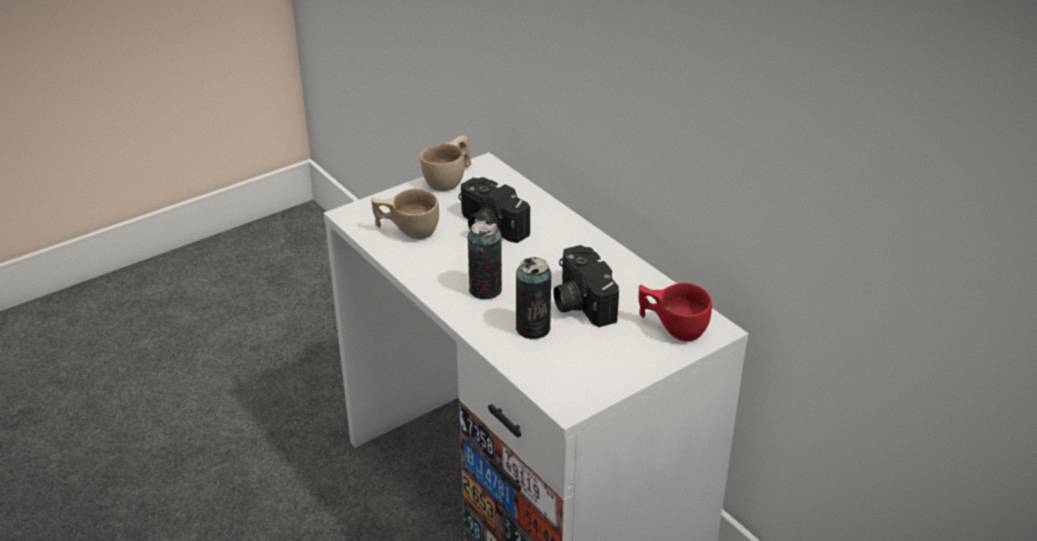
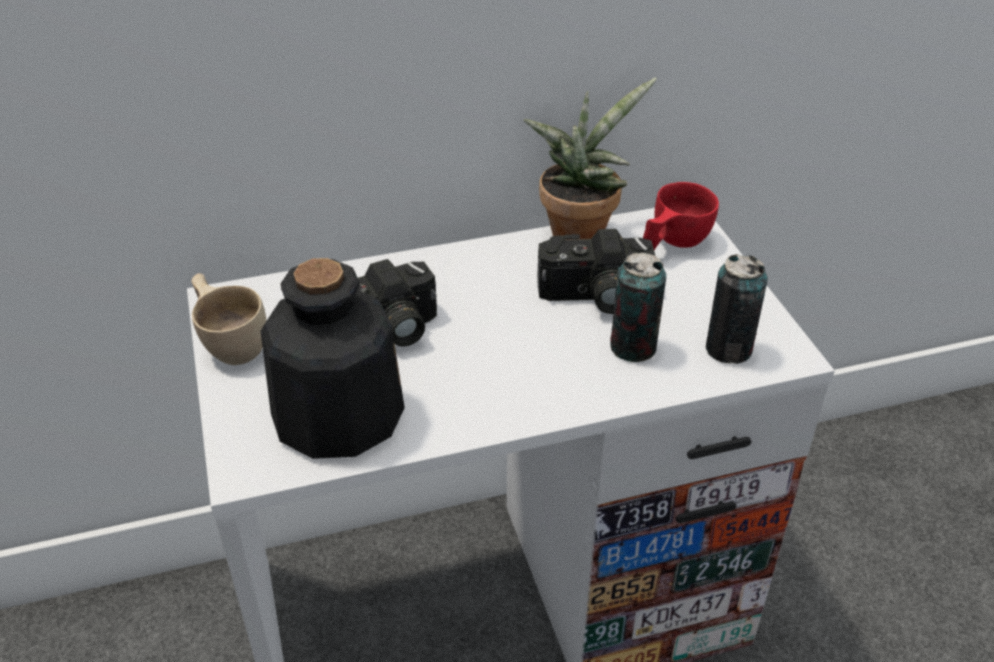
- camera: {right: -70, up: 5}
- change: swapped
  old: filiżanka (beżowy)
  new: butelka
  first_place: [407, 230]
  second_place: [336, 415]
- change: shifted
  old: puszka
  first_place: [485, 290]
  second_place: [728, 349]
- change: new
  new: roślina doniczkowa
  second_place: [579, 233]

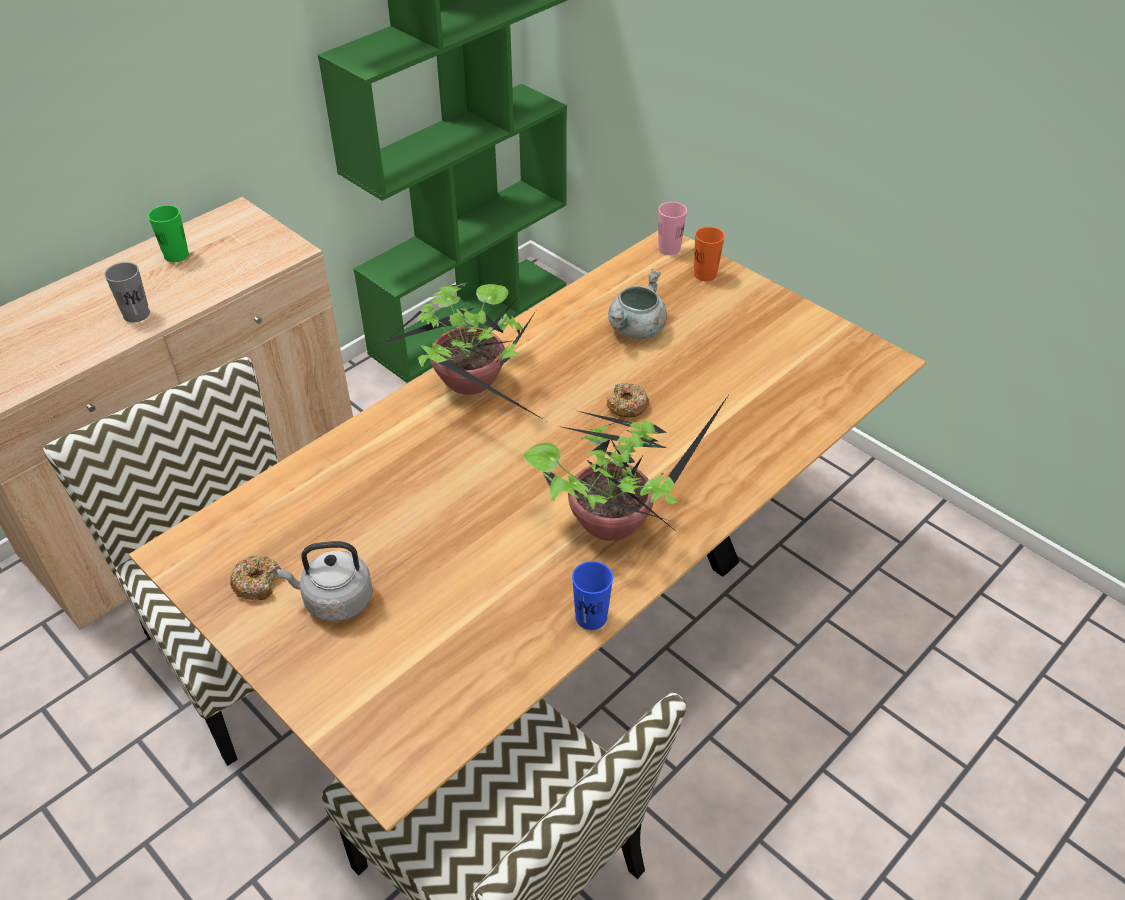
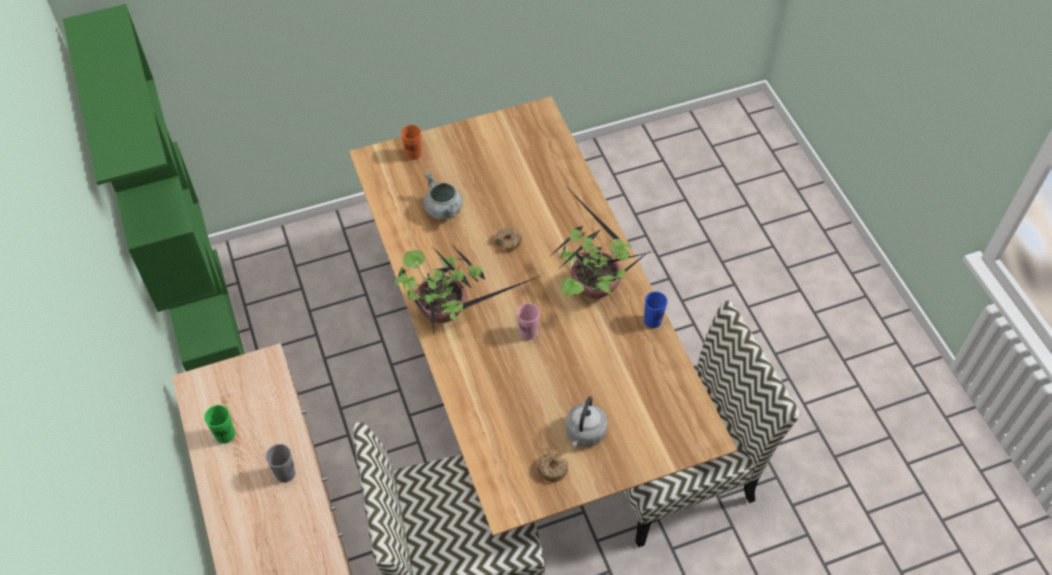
- camera: {right: -65, up: 10}
- change: shifted
  old: filiżanka (różowy)
  first_place: [669, 249]
  second_place: [528, 332]

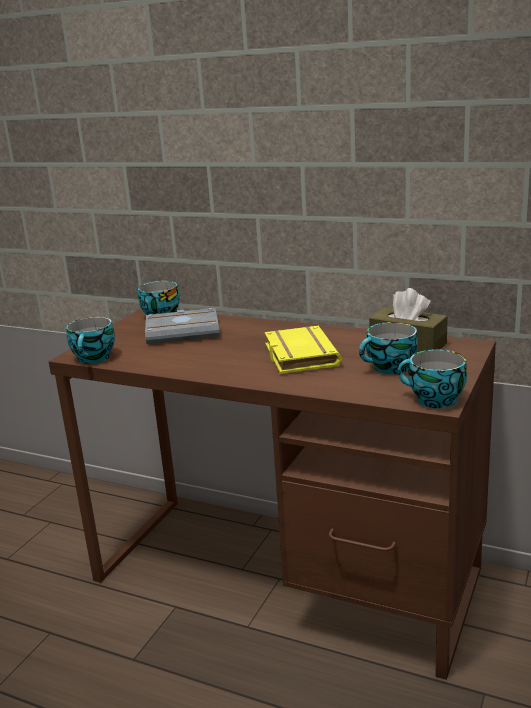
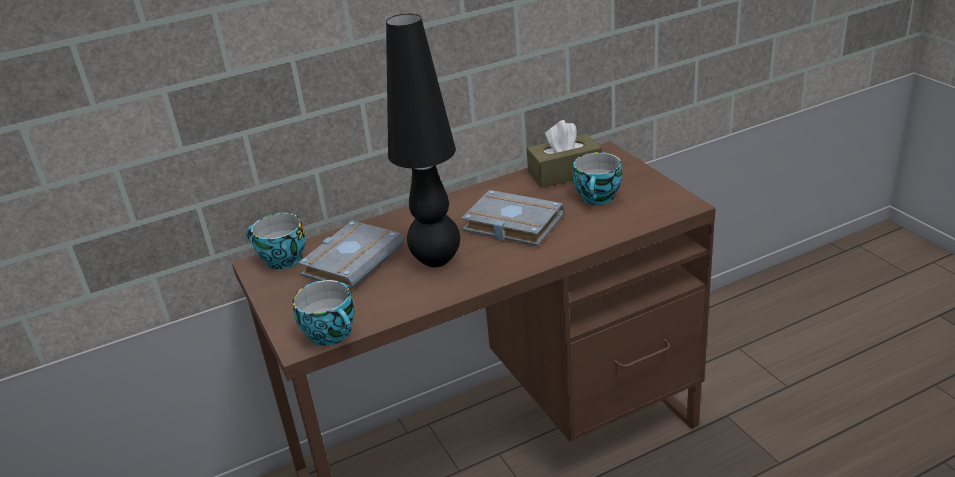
- camera: {right: -50, up: 10}
- change: repainted
  old: książka (żółty)
  new: książka (szary)
  first_place: [298, 356]
  second_place: [510, 225]
- change: gone
  old: filiżanka
  first_place: [433, 400]
- change: new
  new: lampa stołowa (czarny)
  second_place: [436, 260]

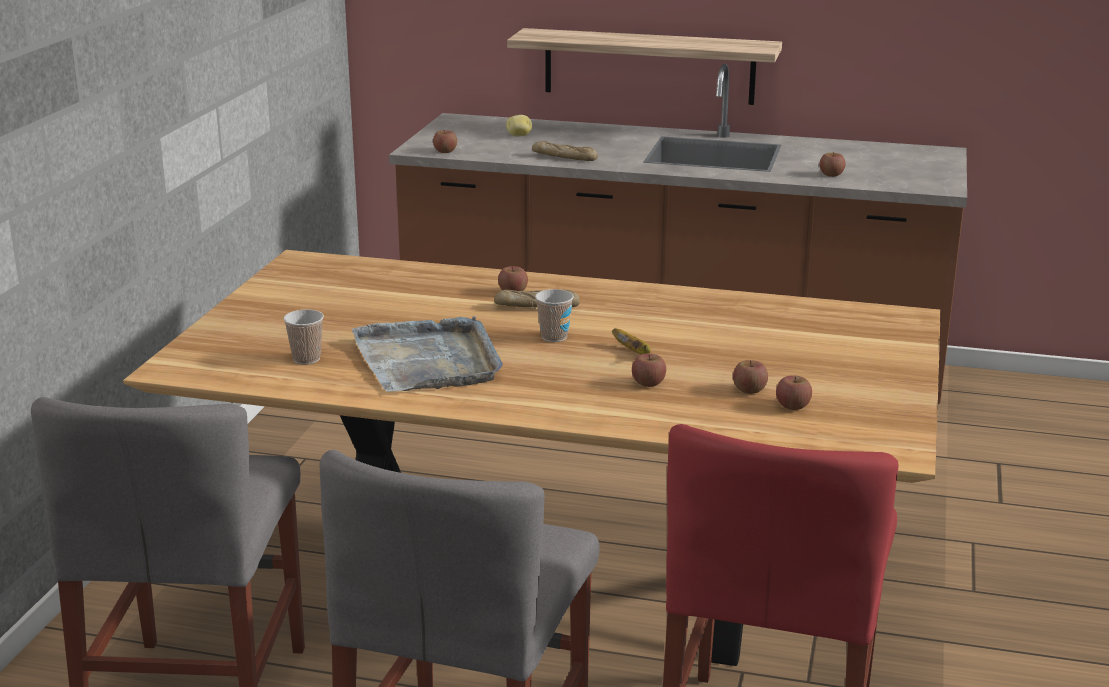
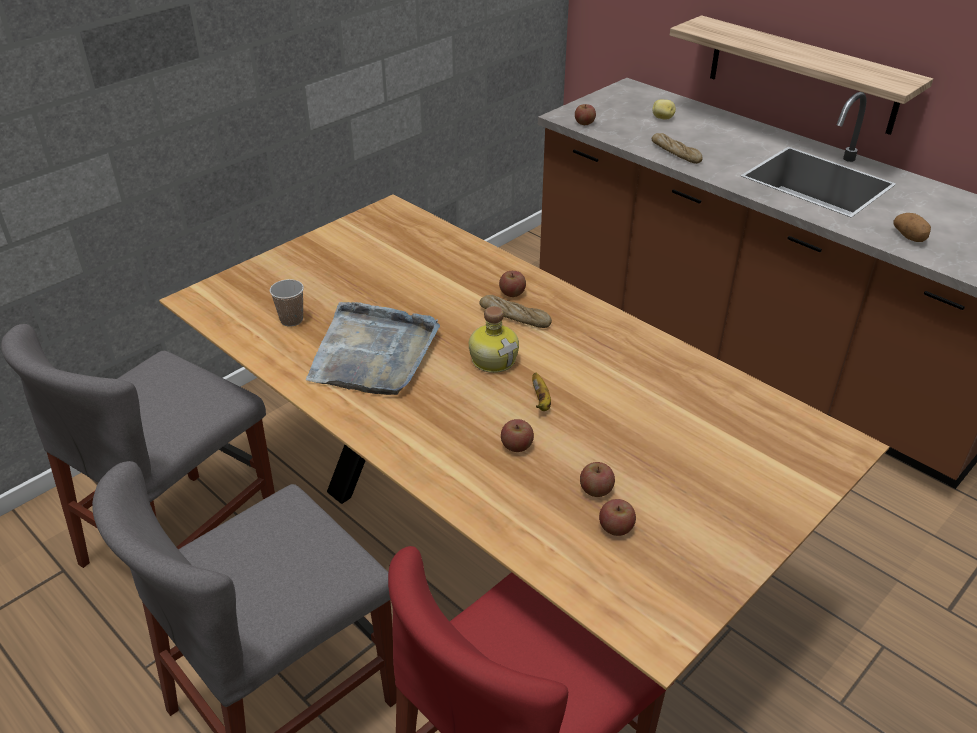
- camera: {right: 30, up: 15}
- change: swapped
  old: jabłko
  new: ziemniak
  first_place: [831, 174]
  second_place: [910, 237]
- change: swapped
  old: filiżanka
  new: butelka
  first_place: [554, 337]
  second_place: [494, 359]

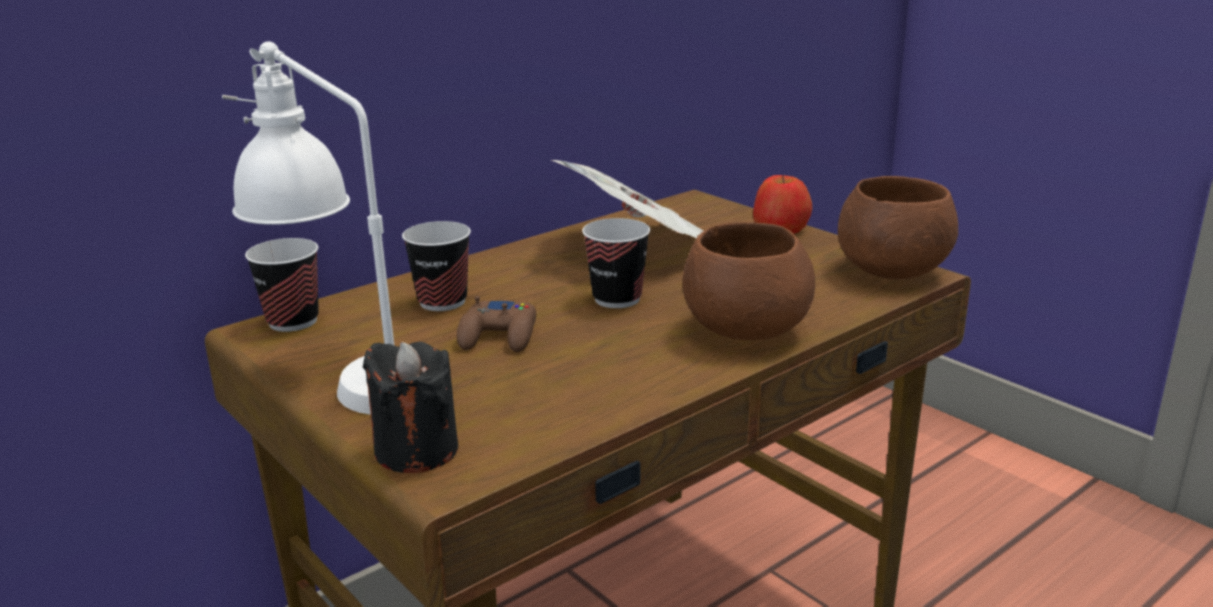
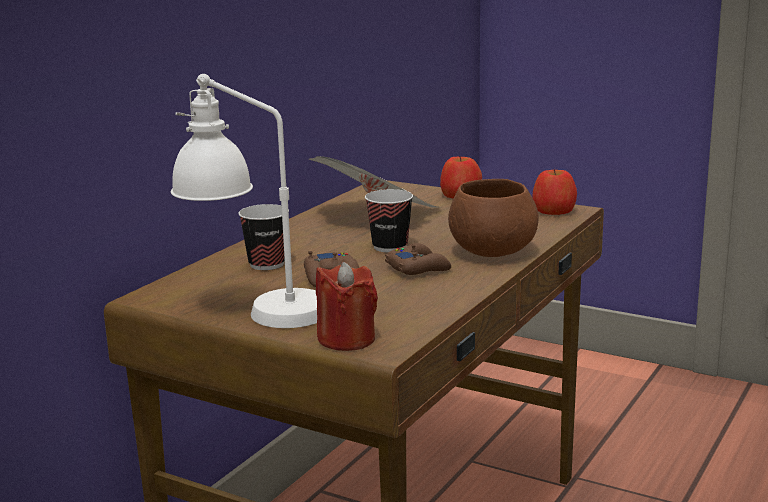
- camera: {right: -20, up: -5}
- change: swapped
  old: miska (brązowy)
  new: jabłko
  first_place: [891, 272]
  second_place: [554, 211]
- change: gone
  old: filiżanka
  first_place: [293, 321]
- change: repainted
  old: świeca (czarny)
  new: świeca (czerwony)
  first_place: [416, 450]
  second_place: [346, 339]
- change: new
  new: pad do gier (brązowy)
  second_place: [418, 268]

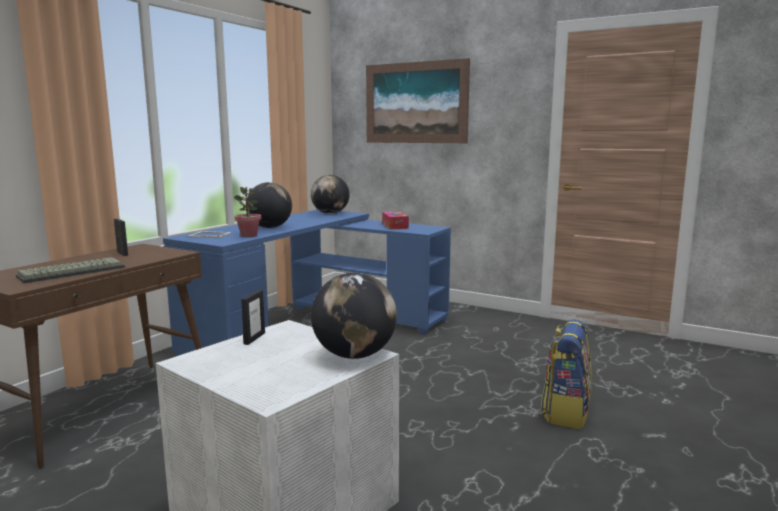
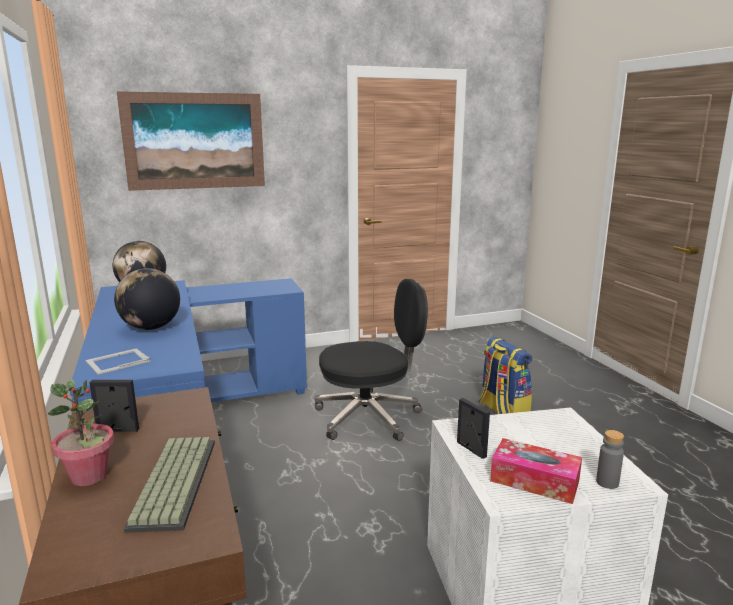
- camera: {right: -50, up: 5}
- change: shifted
  old: roślina doniczkowa
  first_place: [249, 236]
  second_place: [89, 476]
- change: shifted
  old: pudełko chusteczek
  first_place: [395, 226]
  second_place: [534, 481]
- change: gone
  old: globus
  first_place: [354, 355]
- change: new
  new: krzesło biurowe (czarny)
  second_place: [369, 417]
- change: new
  new: butelka (szary)
  second_place: [607, 482]

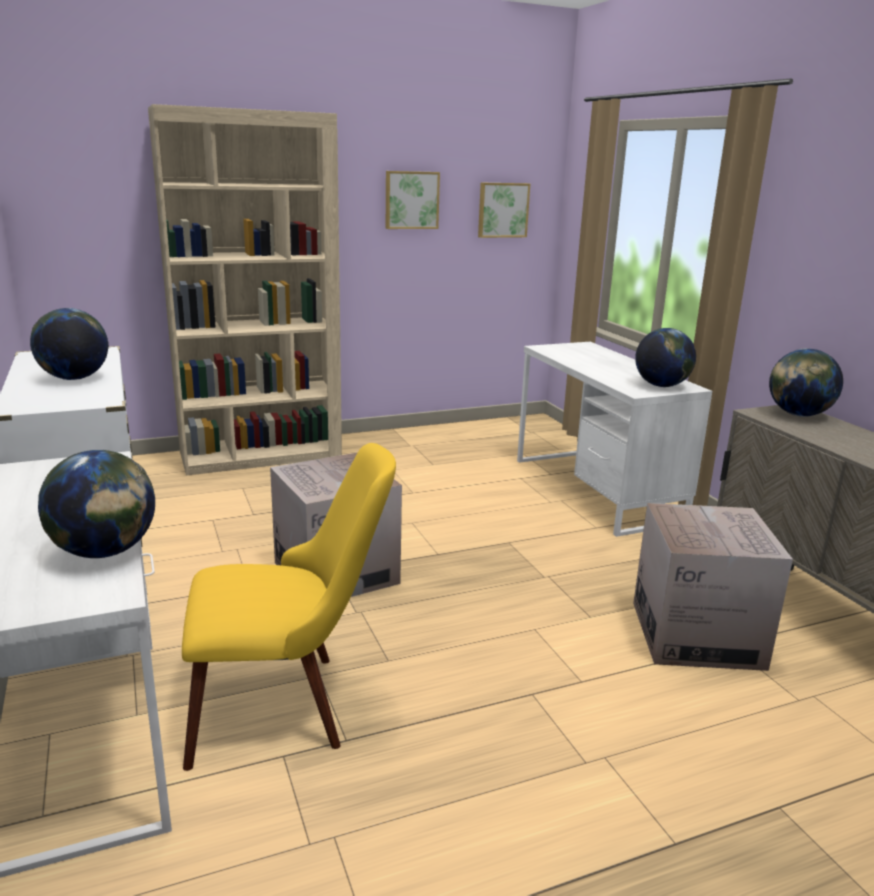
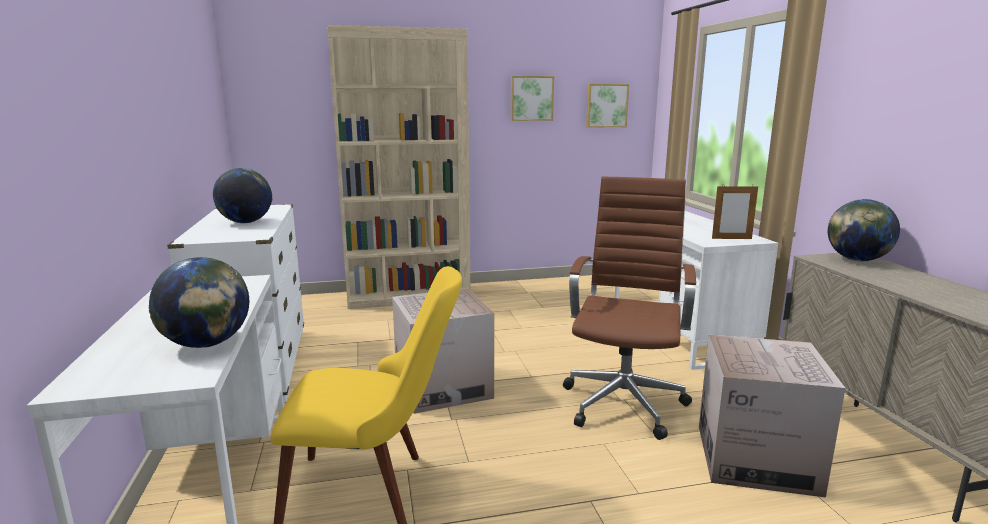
- camera: {right: 10, up: -5}
- change: swapped
  old: globus
  new: ramka na zdjęcie
  first_place: [661, 386]
  second_place: [731, 238]
- change: new
  new: krzesło biurowe (brązowy)
  second_place: [624, 401]

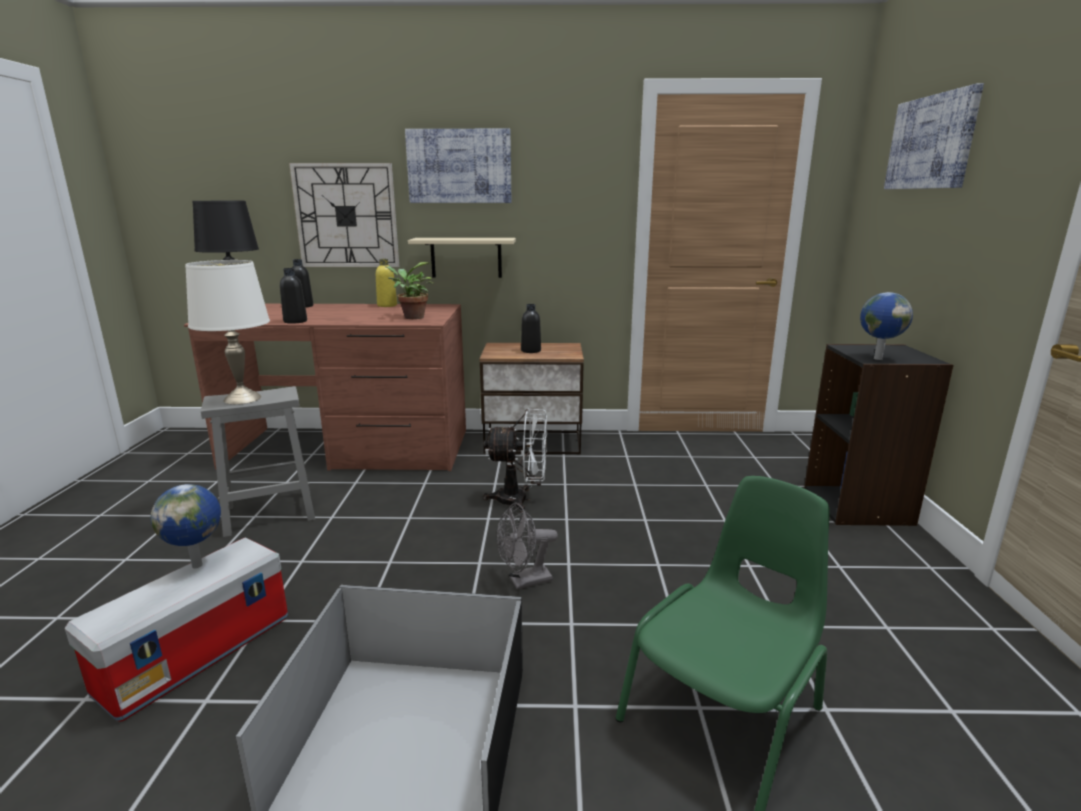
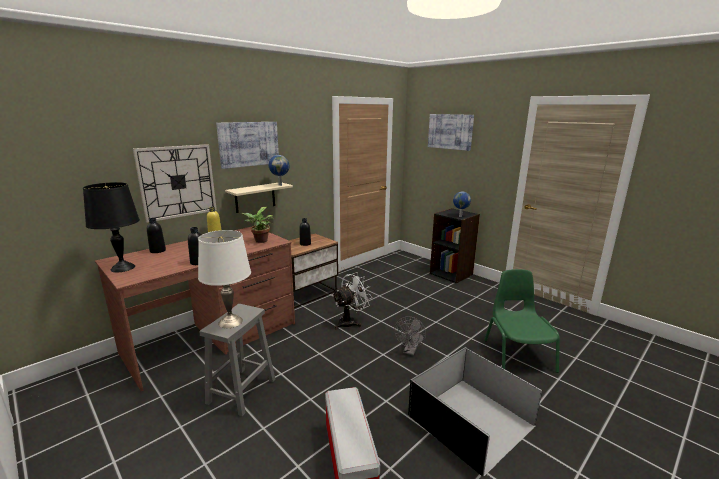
- camera: {right: -45, up: 0}
- change: shifted
  old: globus
  first_place: [198, 565]
  second_place: [280, 185]

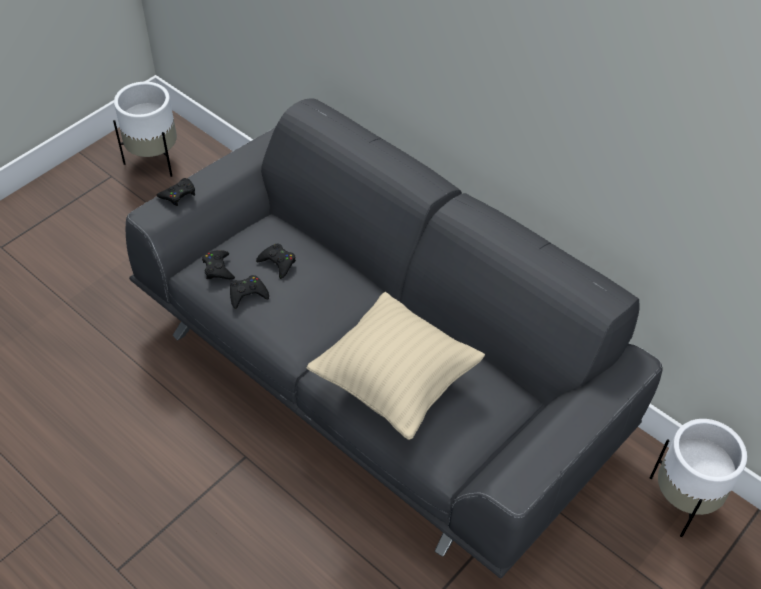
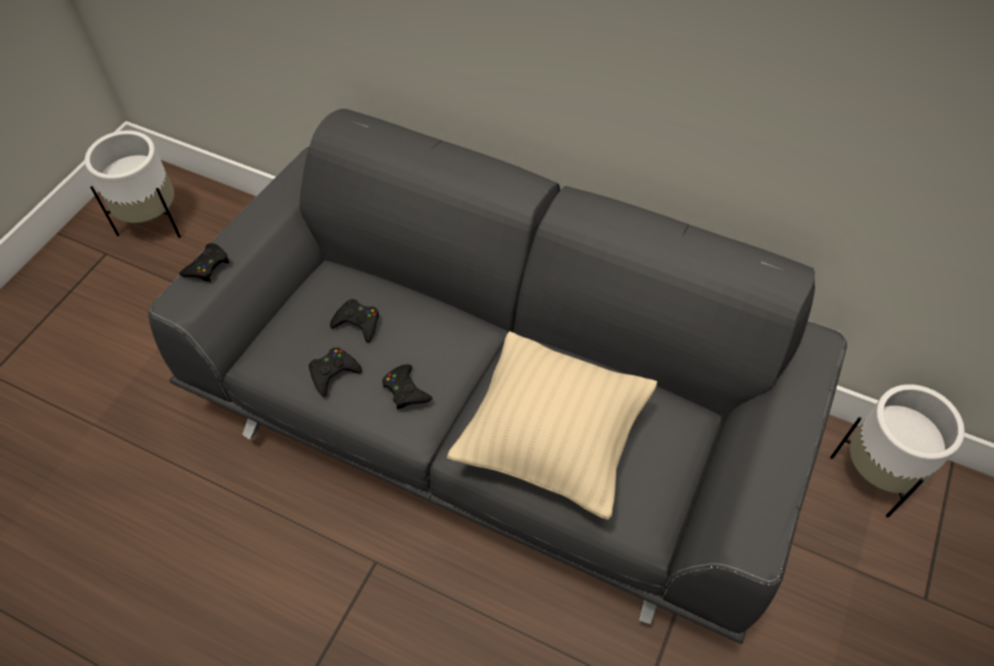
- camera: {right: -15, up: 5}
- change: shifted
  old: pad do gier (czarny)
  first_place: [218, 268]
  second_place: [406, 390]

